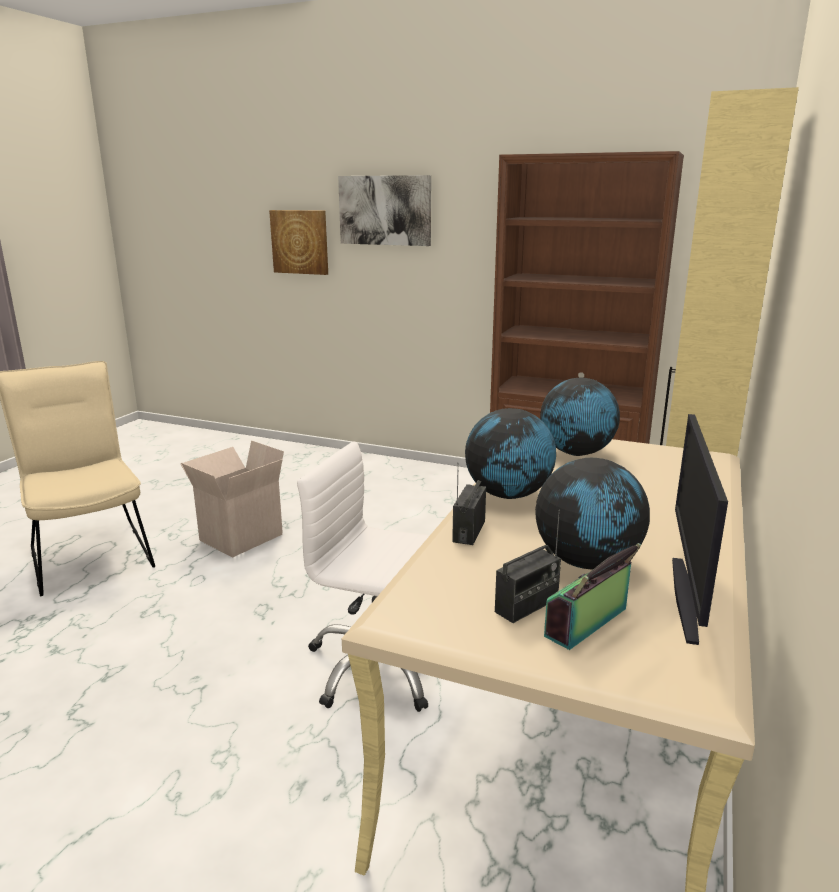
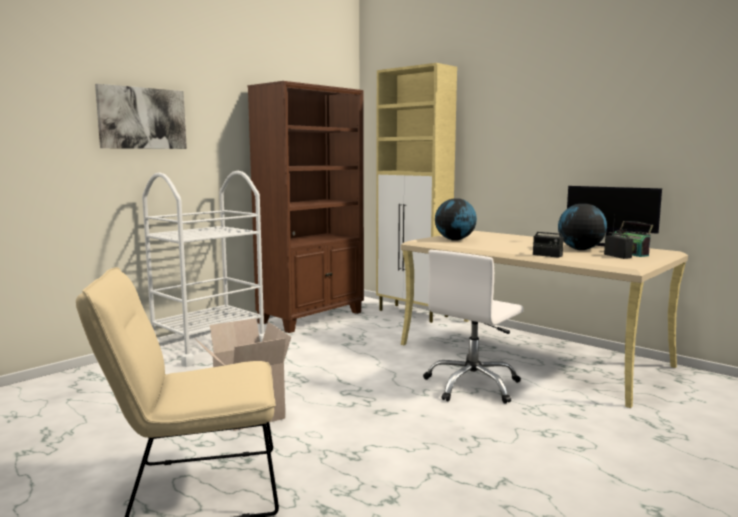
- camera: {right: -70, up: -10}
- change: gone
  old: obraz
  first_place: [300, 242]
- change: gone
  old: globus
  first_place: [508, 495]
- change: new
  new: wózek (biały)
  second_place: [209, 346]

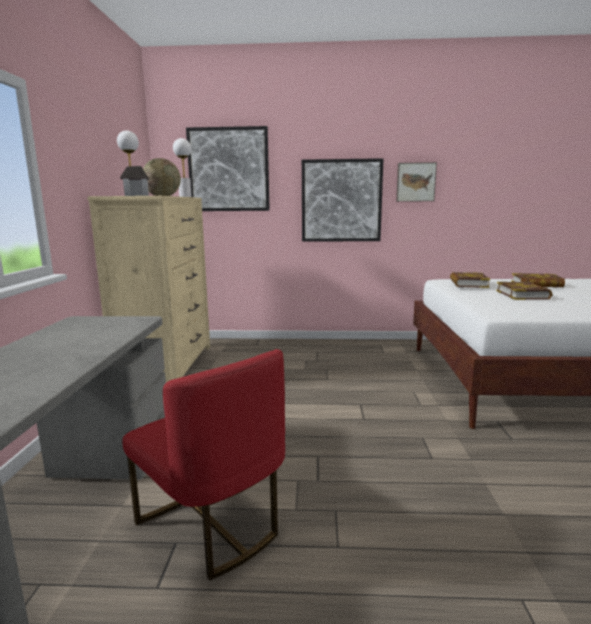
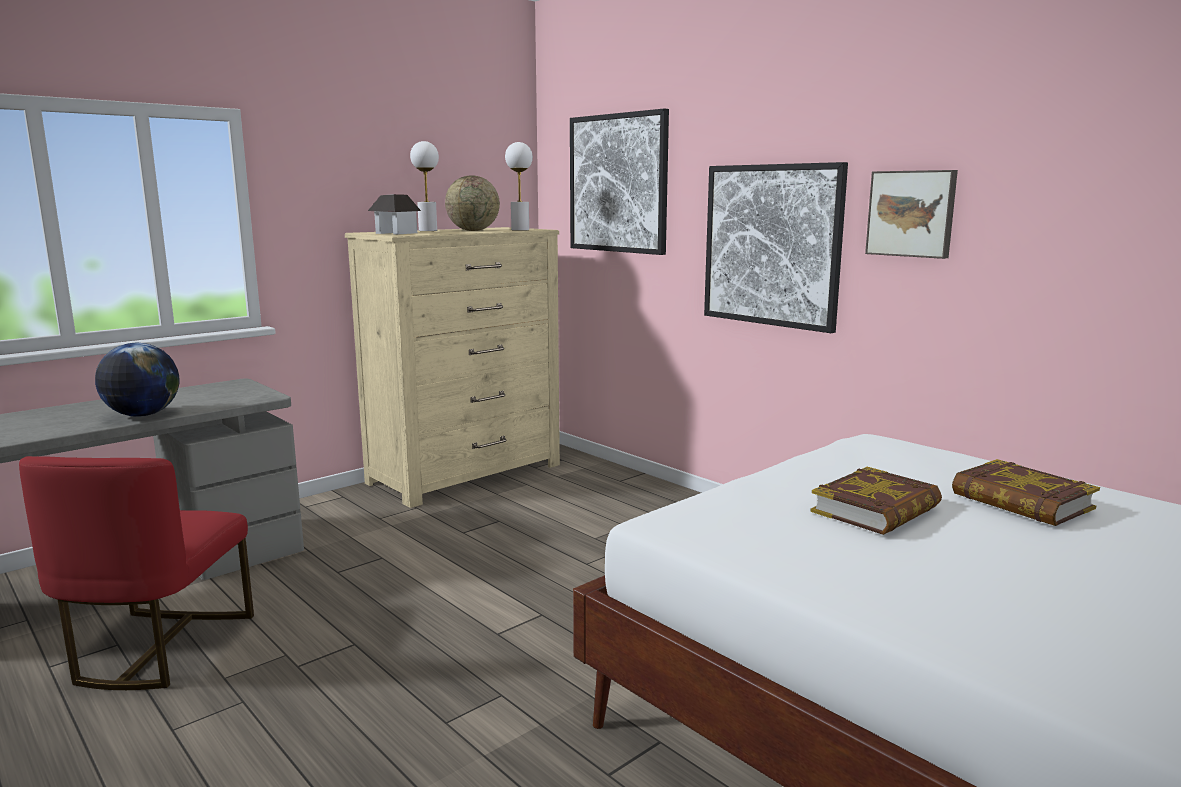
- camera: {right: 45, up: 0}
- change: gone
  old: książka
  first_place: [468, 283]
- change: new
  new: globus
  second_place: [142, 415]

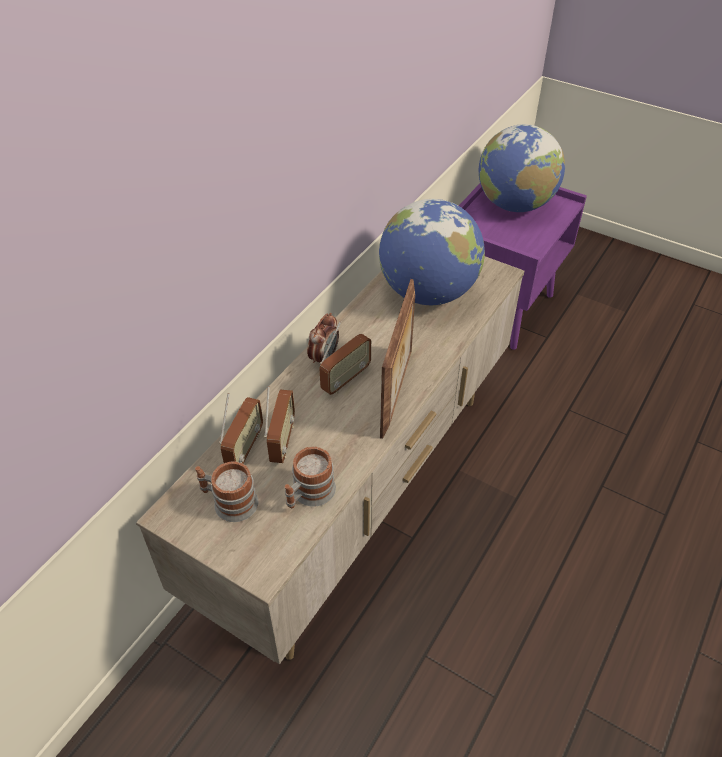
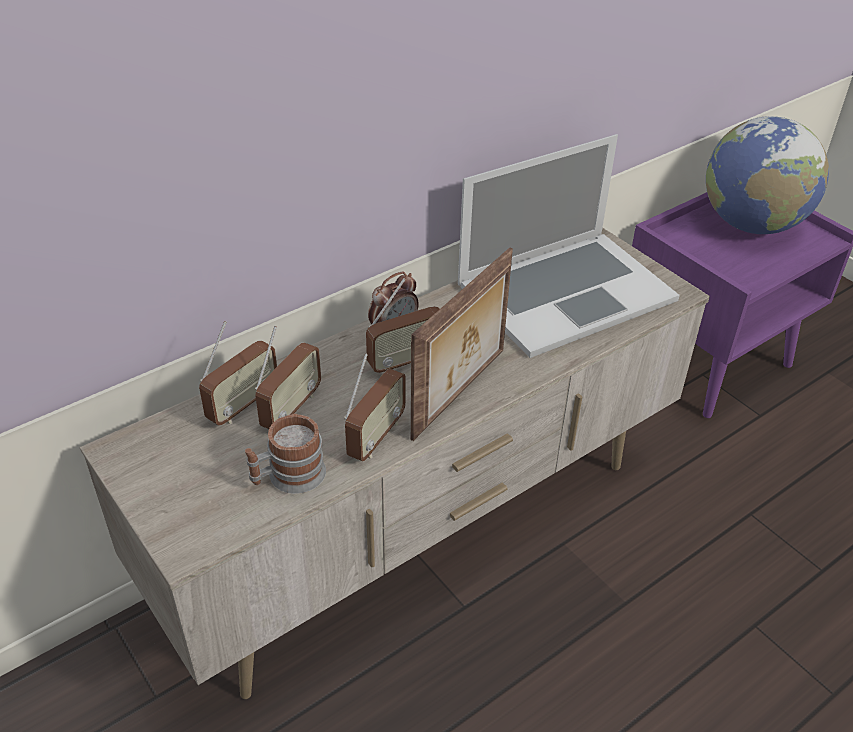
- camera: {right: 20, up: -5}
- change: swapped
  old: globus
  new: laptop
  first_place: [428, 293]
  second_place: [565, 291]
- change: gone
  old: kubek
  first_place: [229, 502]
- change: new
  new: radio
  second_place: [376, 437]

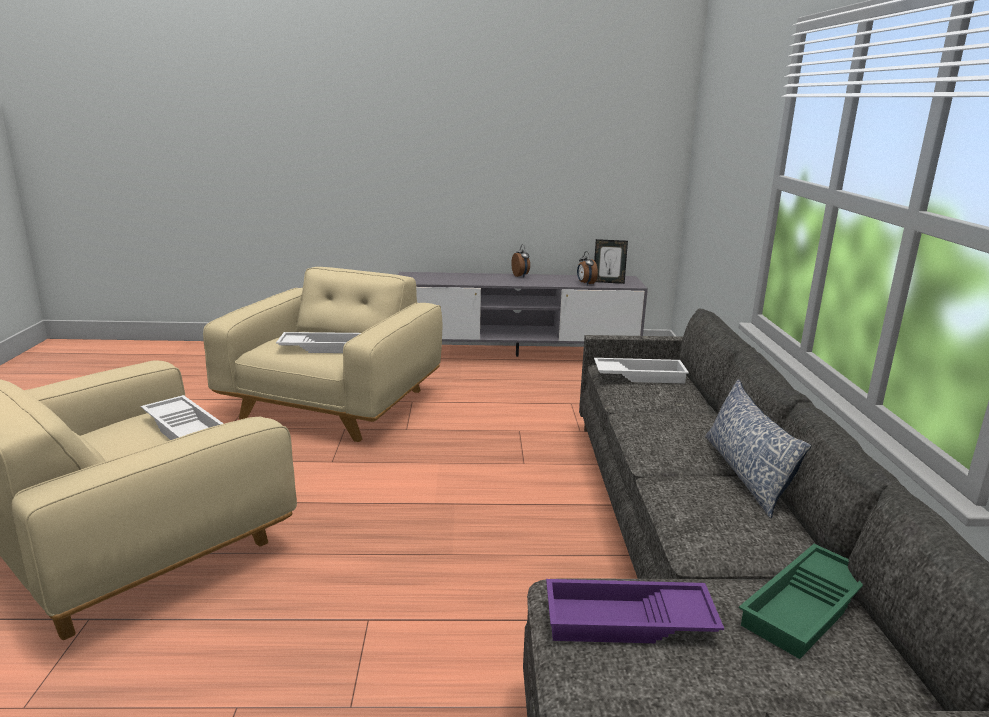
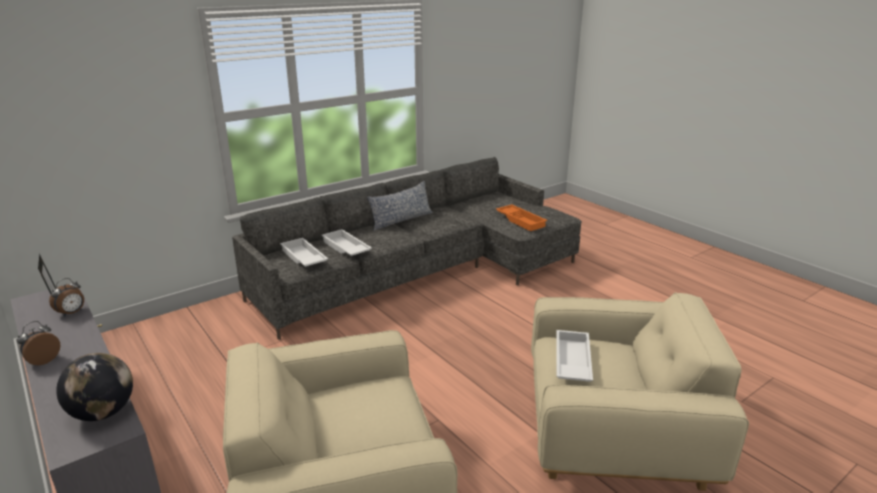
- camera: {right: -125, up: 5}
- change: shifted
  old: taca (biały)
  first_place: [322, 347]
  second_place: [345, 248]
- change: gone
  old: taca (zielony)
  first_place: [808, 608]
- change: repainted
  old: taca (fioletowy)
  new: taca (pomarańczowy)
  first_place: [627, 623]
  second_place: [521, 220]
- change: new
  new: globus
  second_place: [103, 412]

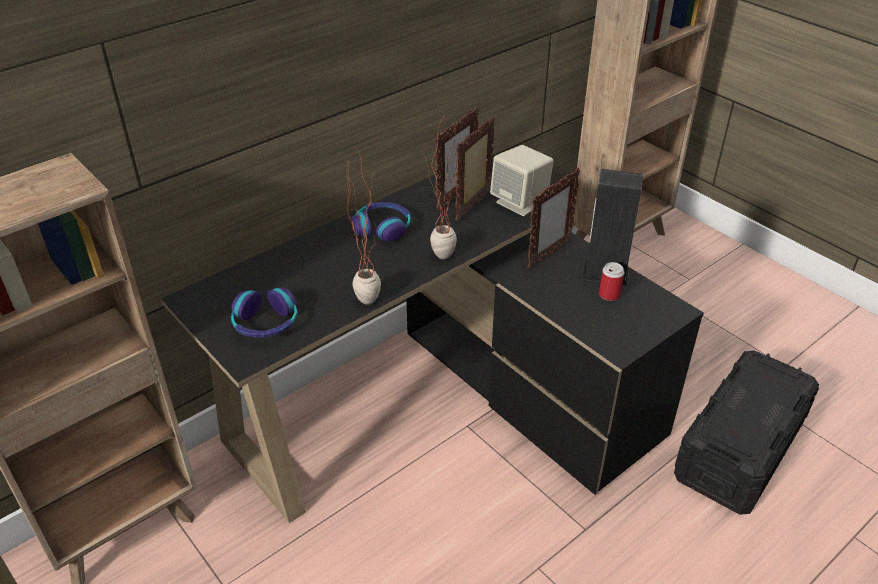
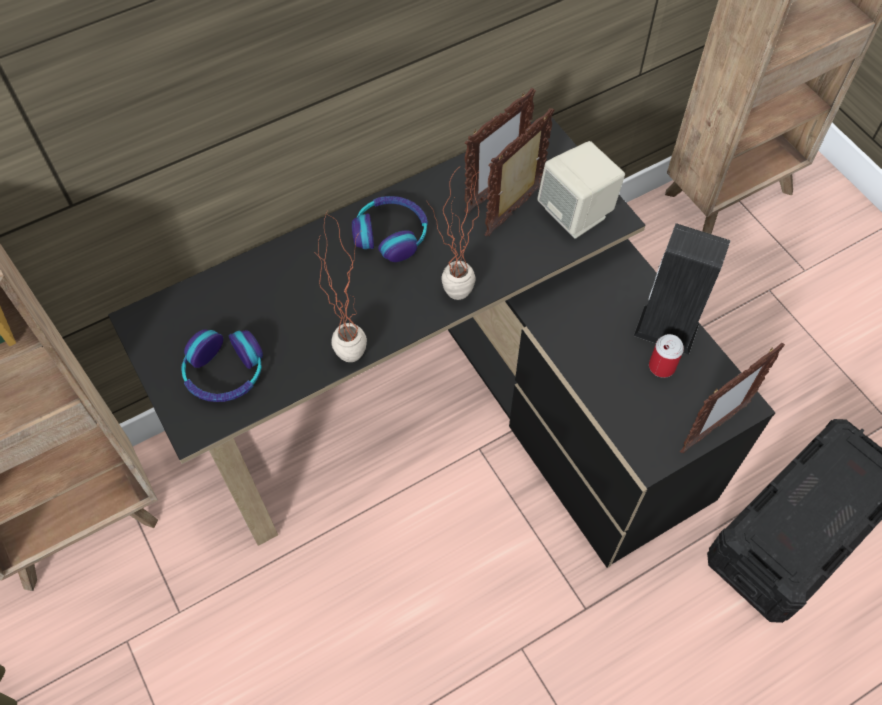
- camera: {right: 10, up: 20}
- change: shifted
  old: ramka na zdjęcie
  first_place: [548, 255]
  second_place: [713, 428]

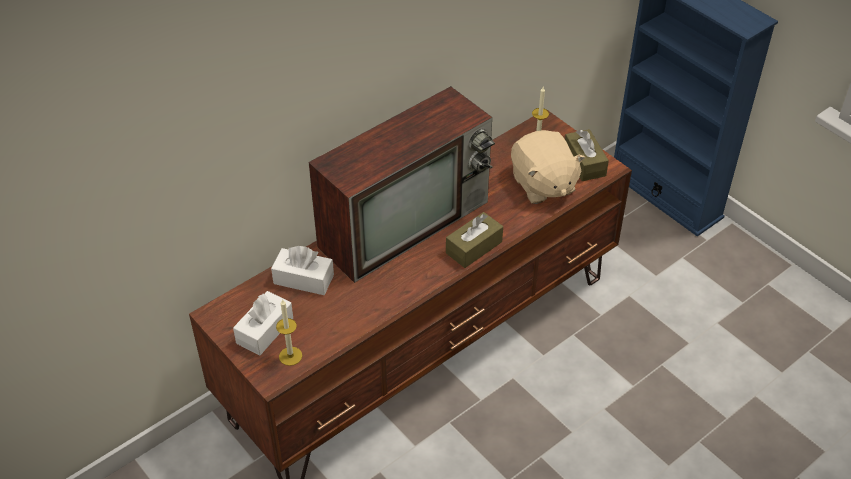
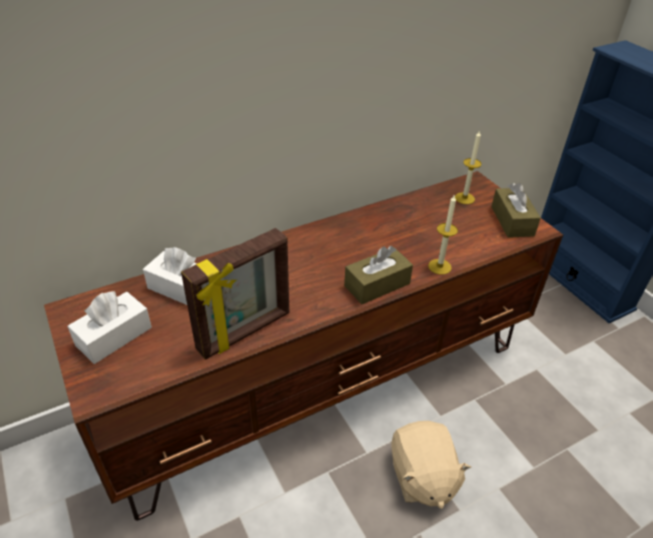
- camera: {right: 10, up: -5}
- change: gone
  old: telewizor
  first_place: [406, 222]
- change: shifted
  old: pluszak (beżowy)
  first_place: [542, 185]
  second_place: [422, 477]
- change: shifted
  old: świeca
  first_place: [290, 356]
  second_place: [439, 266]
- change: new
  new: ramka na zdjęcie
  second_place: [245, 332]

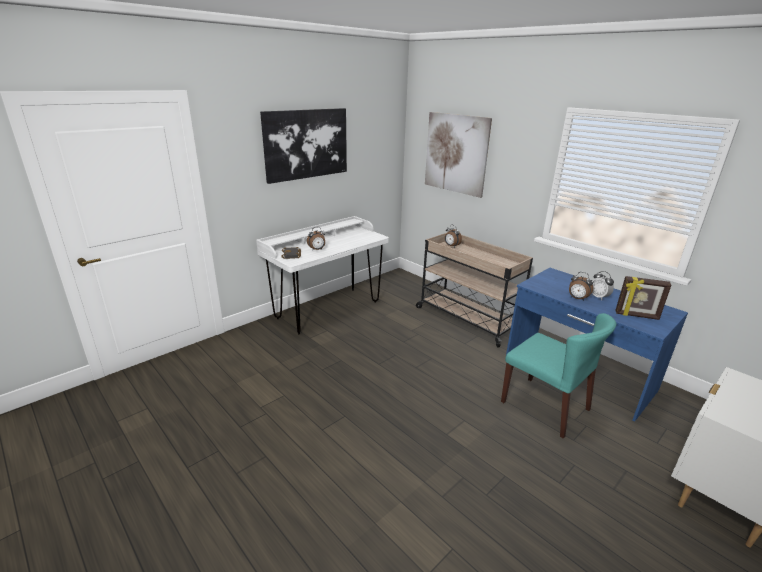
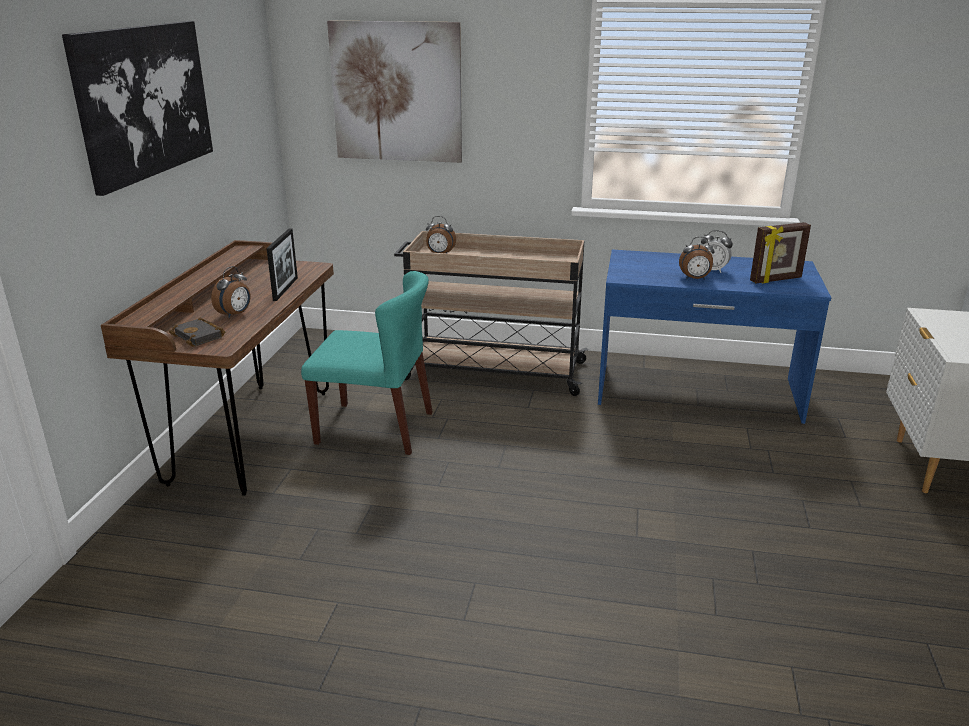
- camera: {right: -35, up: 0}
- change: repainted
  old: biurko (biały)
  new: biurko (brązowy)
  first_place: [328, 310]
  second_place: [252, 435]
- change: shifted
  old: krzesło (turkusowy)
  first_place: [545, 406]
  second_place: [376, 428]
- change: new
  new: ramka na zdjęcie
  second_place: [285, 289]

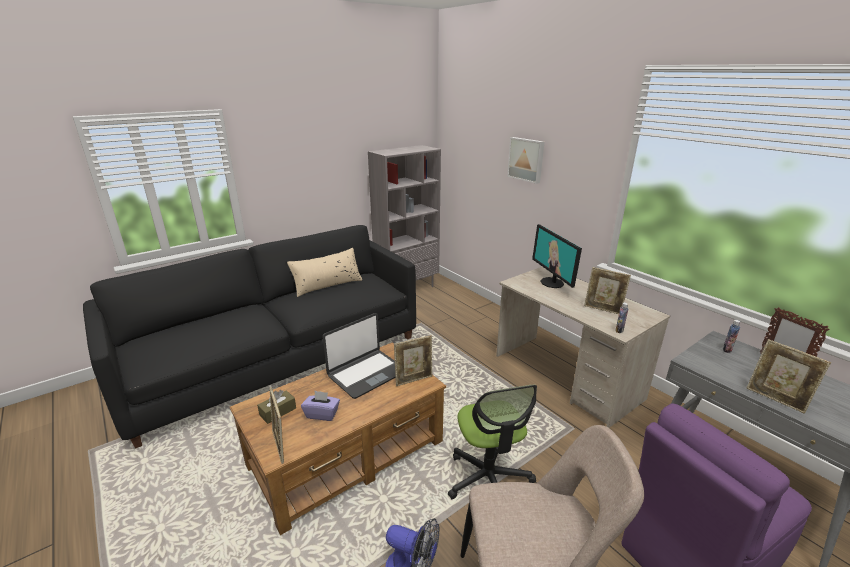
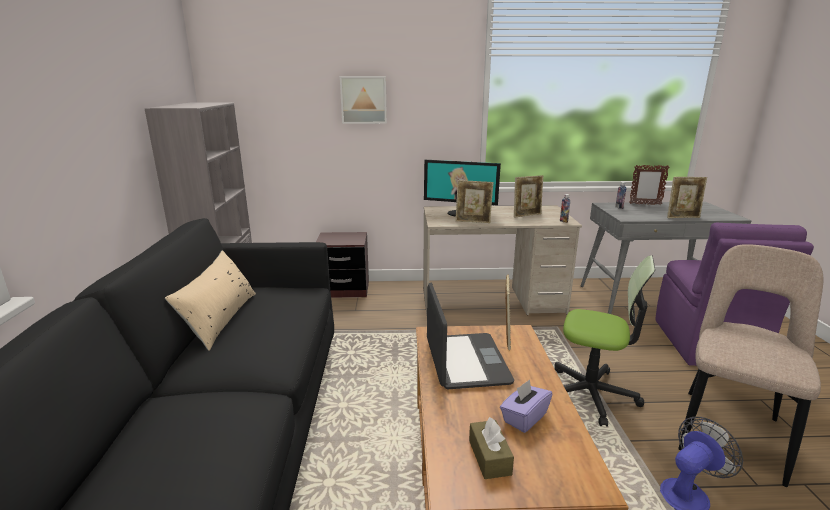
- camera: {right: -55, up: -5}
- change: shifted
  old: ramka na zdjęcie
  first_place: [280, 446]
  second_place: [473, 221]
- change: new
  new: szafka nocna (brązowy)
  second_place: [344, 290]

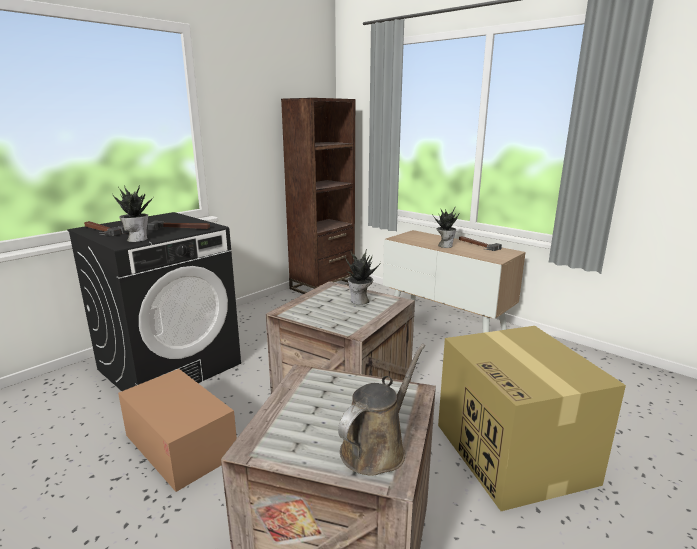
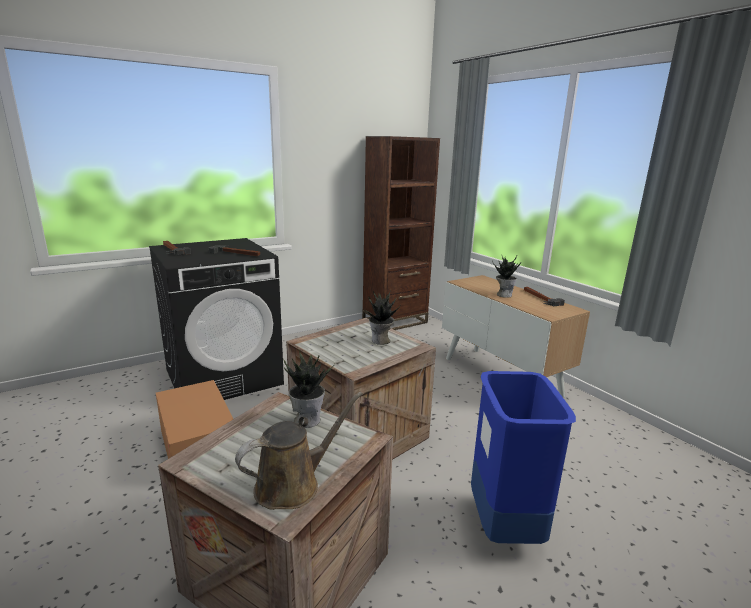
- camera: {right: 15, up: 0}
- change: shifted
  old: roślina doniczkowa
  first_place: [137, 239]
  second_place: [307, 419]
- change: swapped
  old: karton
  new: kosz na śmieci (niebieski)
  first_place: [514, 454]
  second_place: [505, 525]

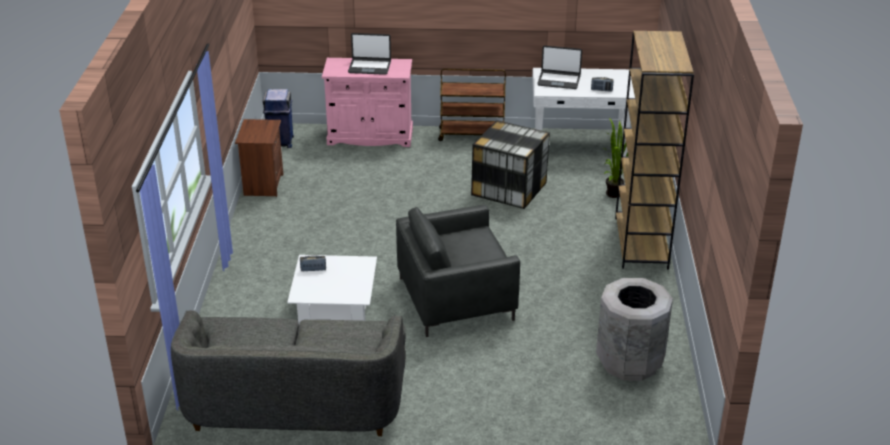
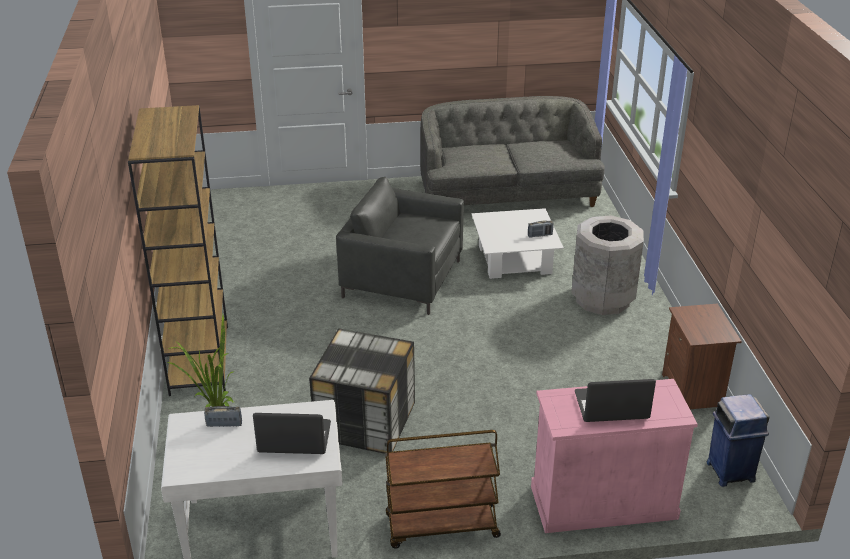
- camera: {right: 170, up: 0}
- change: rotated
  old: fotel (szary)
  first_place: [455, 298]
  second_place: [402, 279]
  degrees: -135
- change: shifted
  old: kosz na śmieci (szary)
  first_place: [629, 362]
  second_place: [602, 299]

